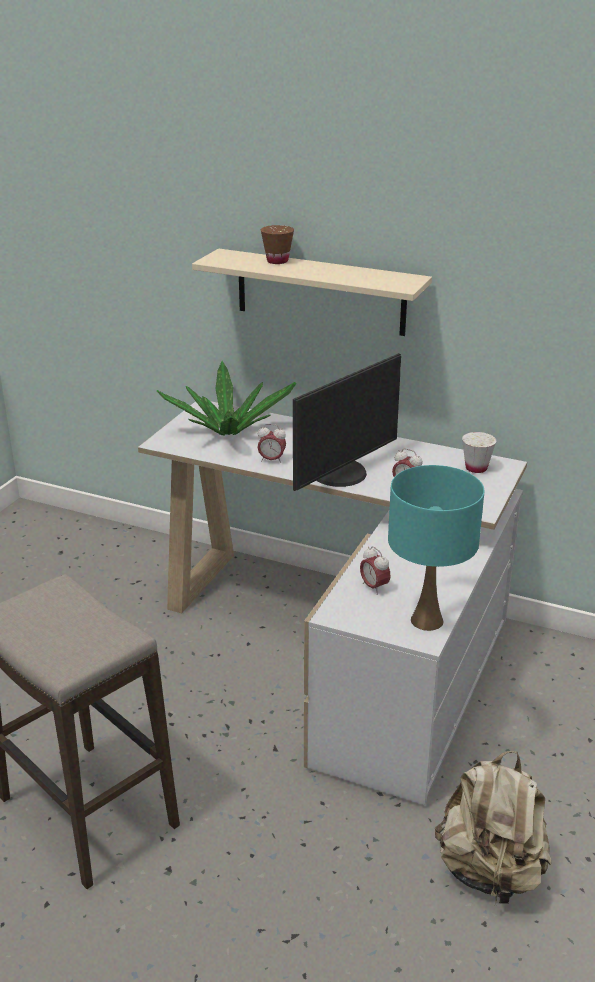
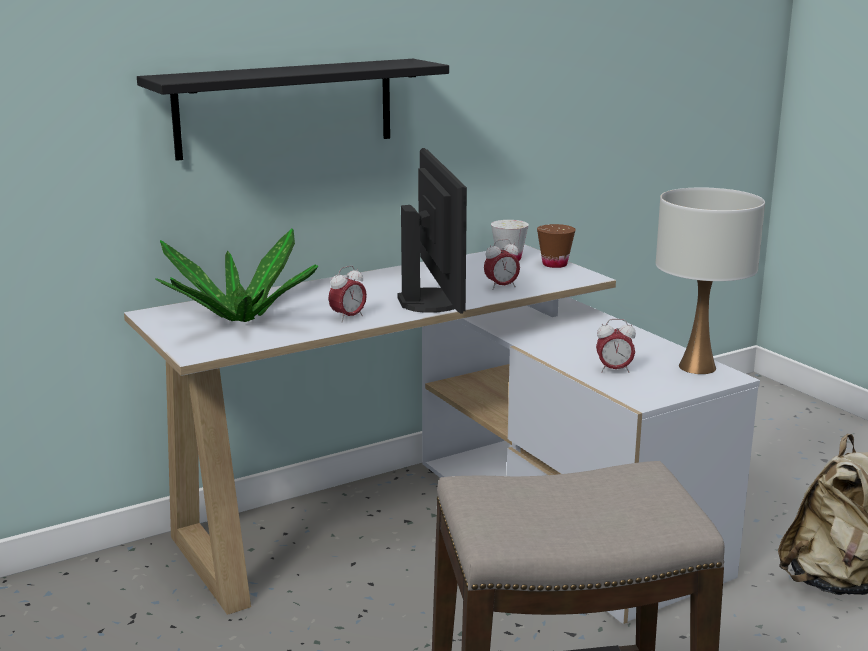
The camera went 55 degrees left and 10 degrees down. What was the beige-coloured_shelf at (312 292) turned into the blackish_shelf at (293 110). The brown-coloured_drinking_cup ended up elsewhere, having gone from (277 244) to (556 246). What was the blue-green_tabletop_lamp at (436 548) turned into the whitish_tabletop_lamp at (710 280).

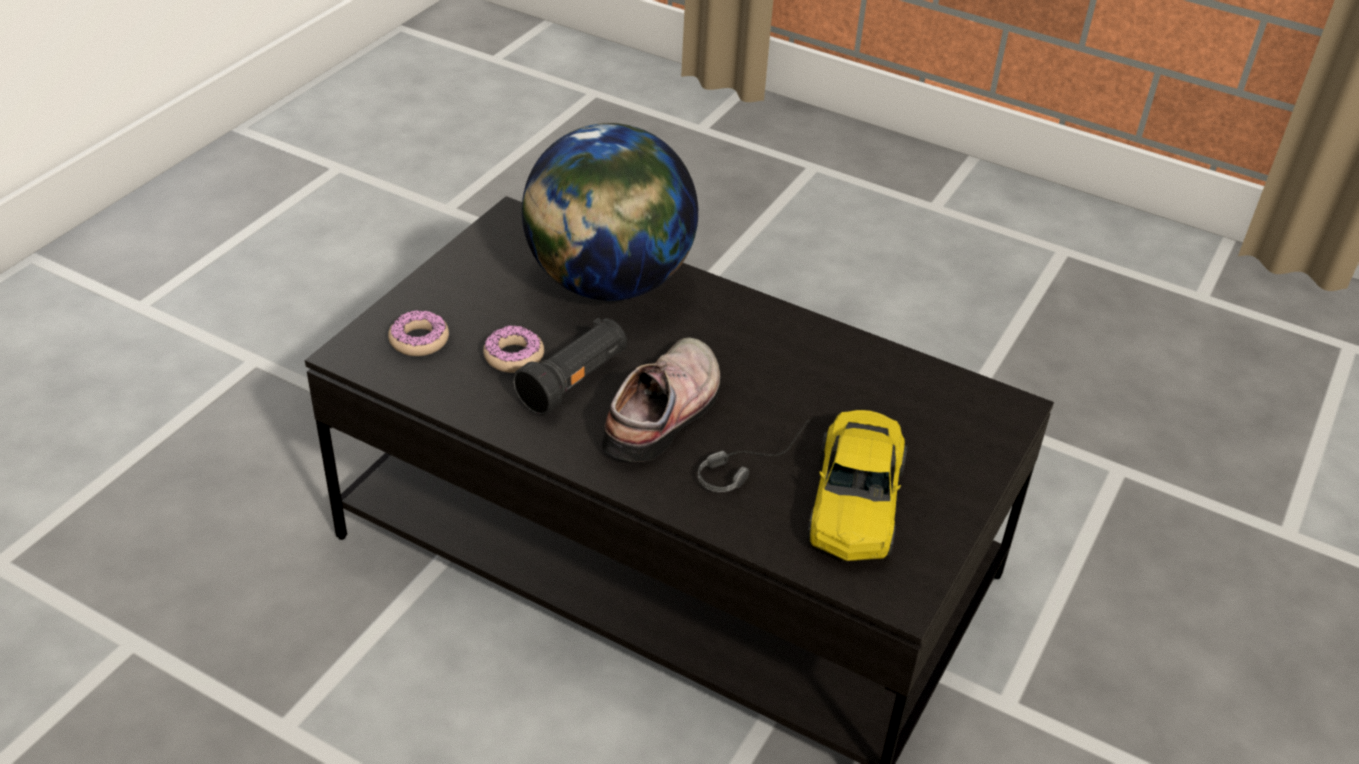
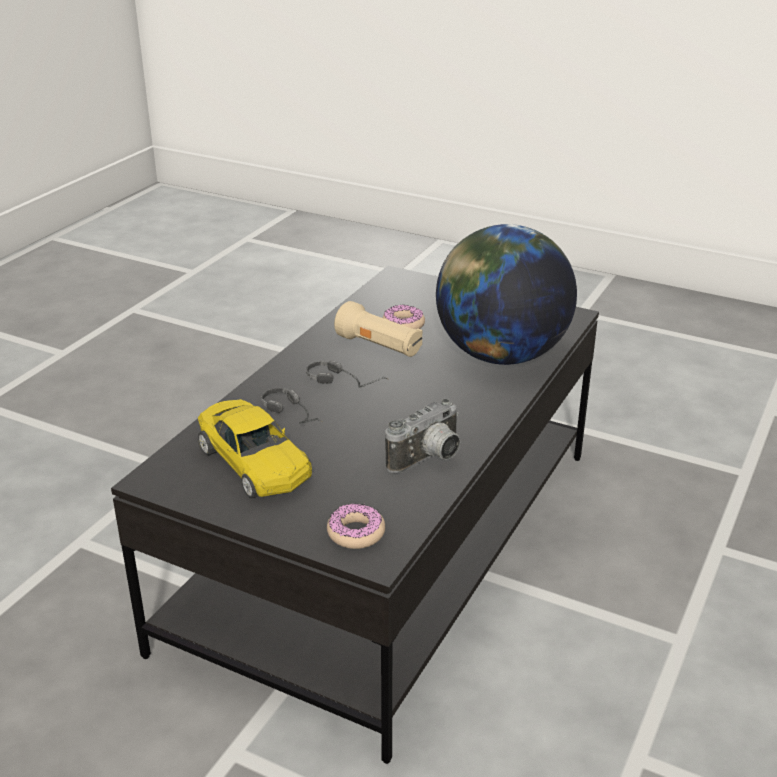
The camera went 90 degrees right and 10 degrees down. The doughnut ended up elsewhere, having gone from (418 333) to (356 526). What was the blackish_hand_torch at (570 366) turned into the beige-coloured_hand_torch at (378 329). Where the shoe stood at (661 399), the headset came to stand at (347 374). The yellowish_model_car at (857 485) ended up facing another way, 135 degrees counterclockwise from before. The second view gained the still_camera at (422 436).

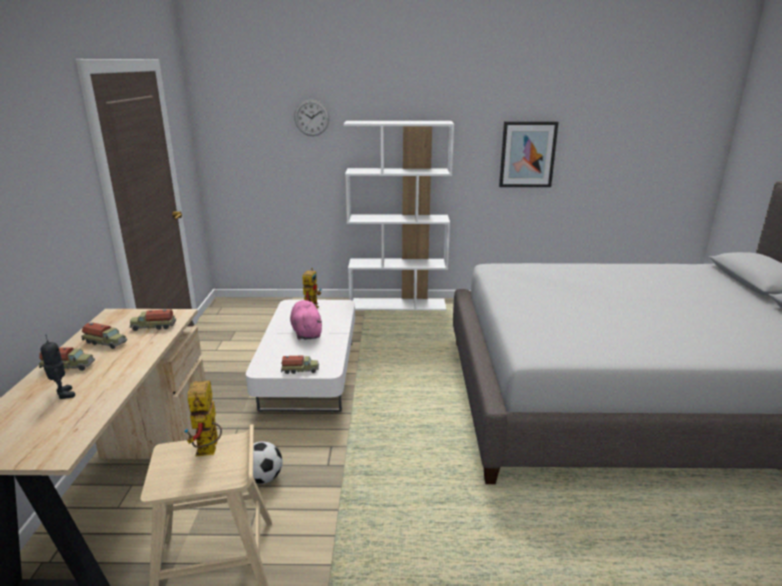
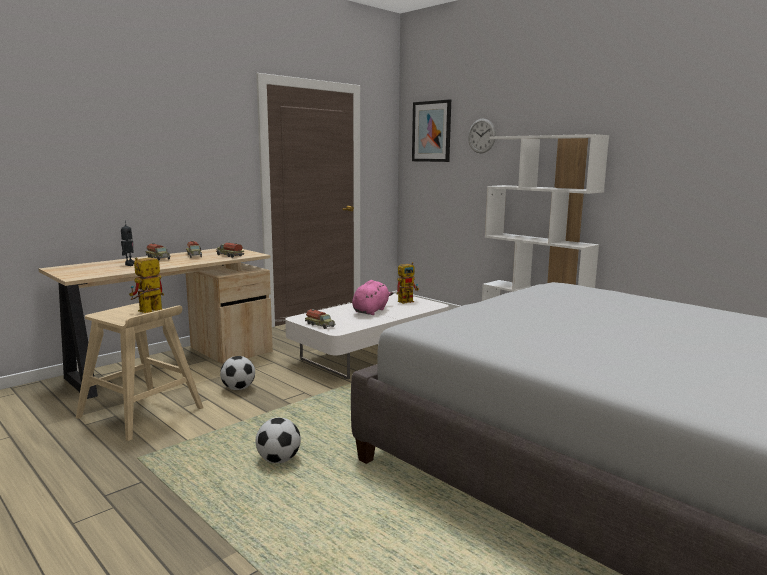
The camera went 45 degrees right and 10 degrees down. The wall_art ended up elsewhere, having gone from (529 154) to (431 130). The second view gained the ball_for_football at (278 440).

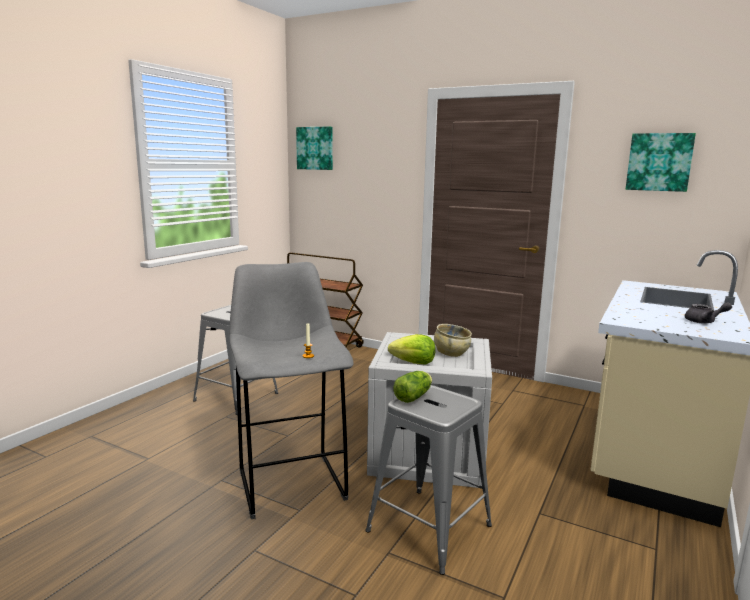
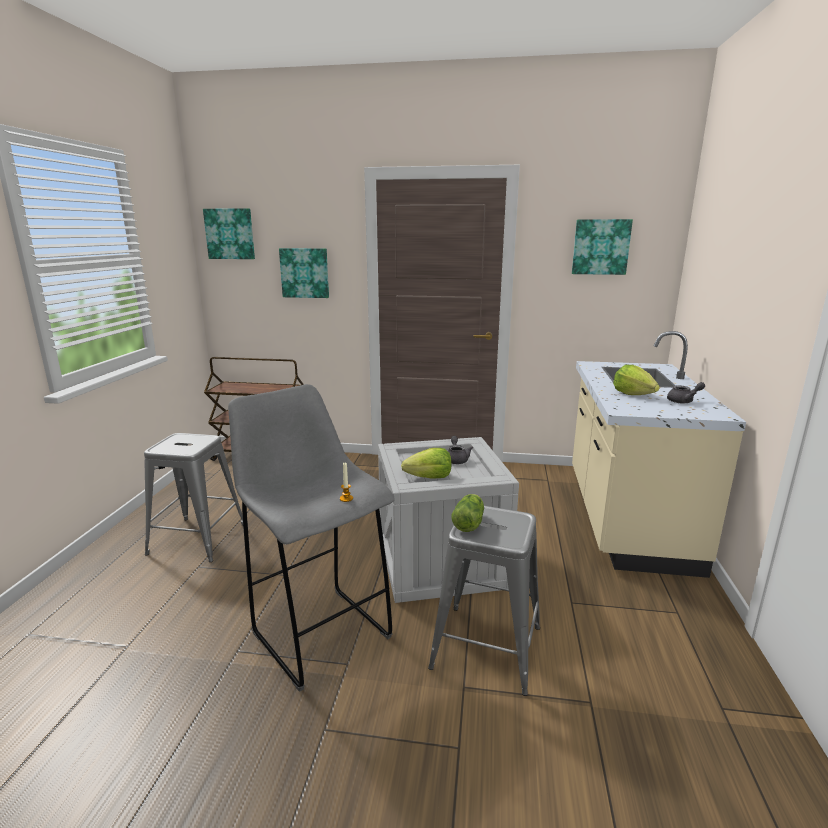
The camera went 20 degrees left and 5 degrees up. Where the beige-coloured_deep_dish stood at (453 340), the greyish_tea_pot came to stand at (460 450). The second view gained the wall_art at (304 273). The second view gained the lettuce at (636 380).

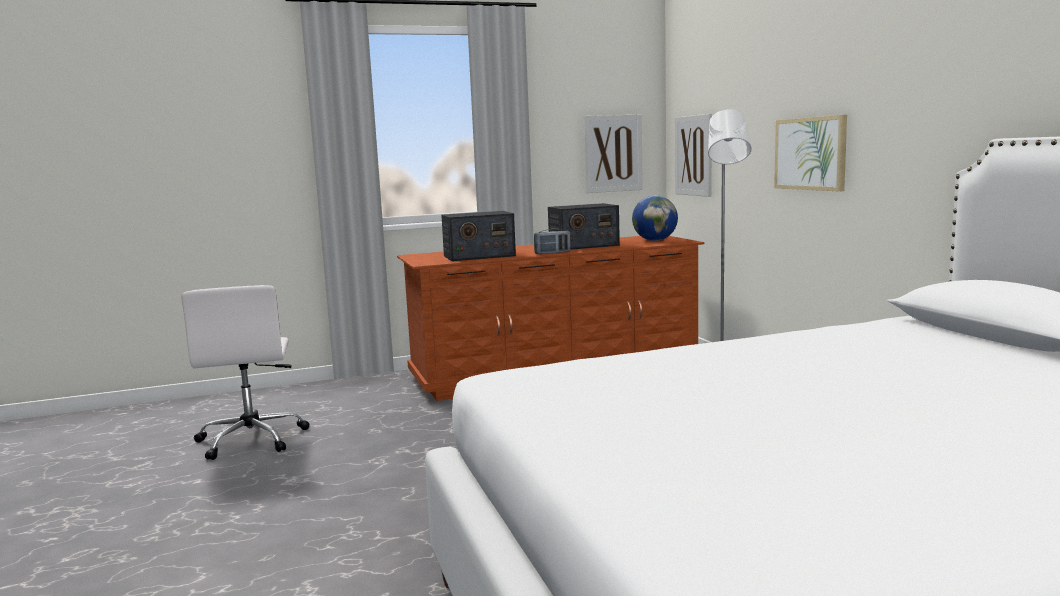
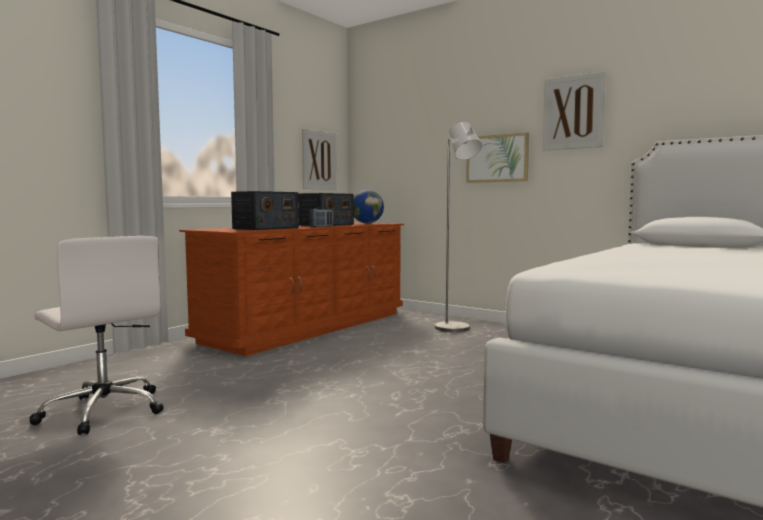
The camera went 35 degrees left and 5 degrees down. The wall_art ended up elsewhere, having gone from (693 155) to (574 110).

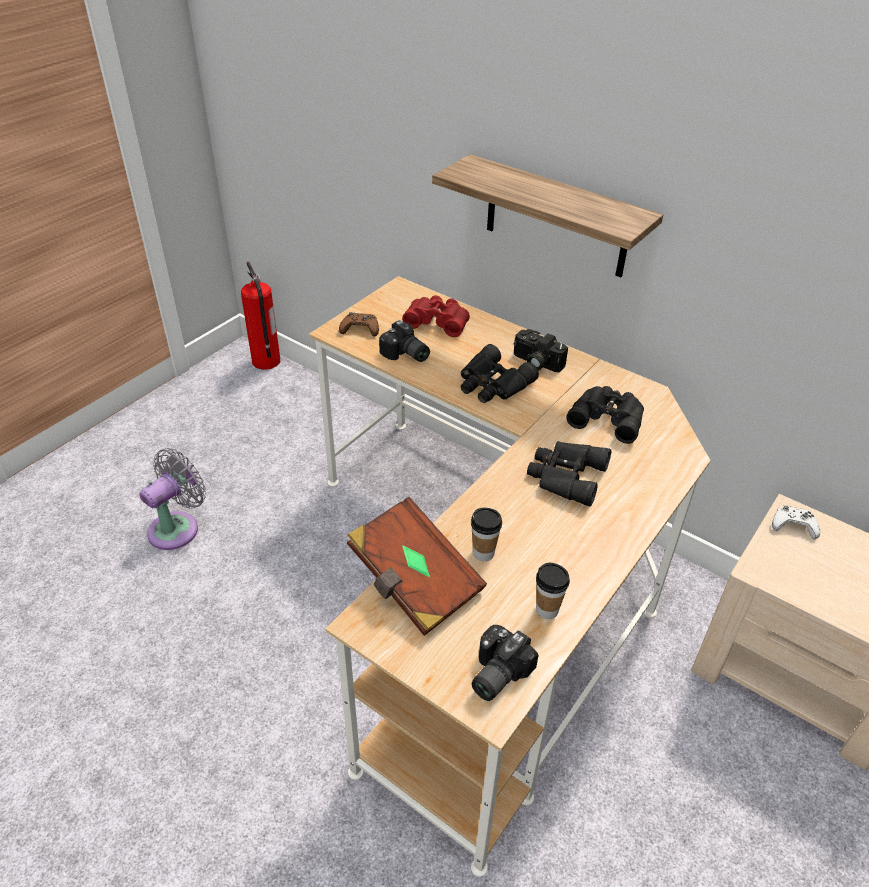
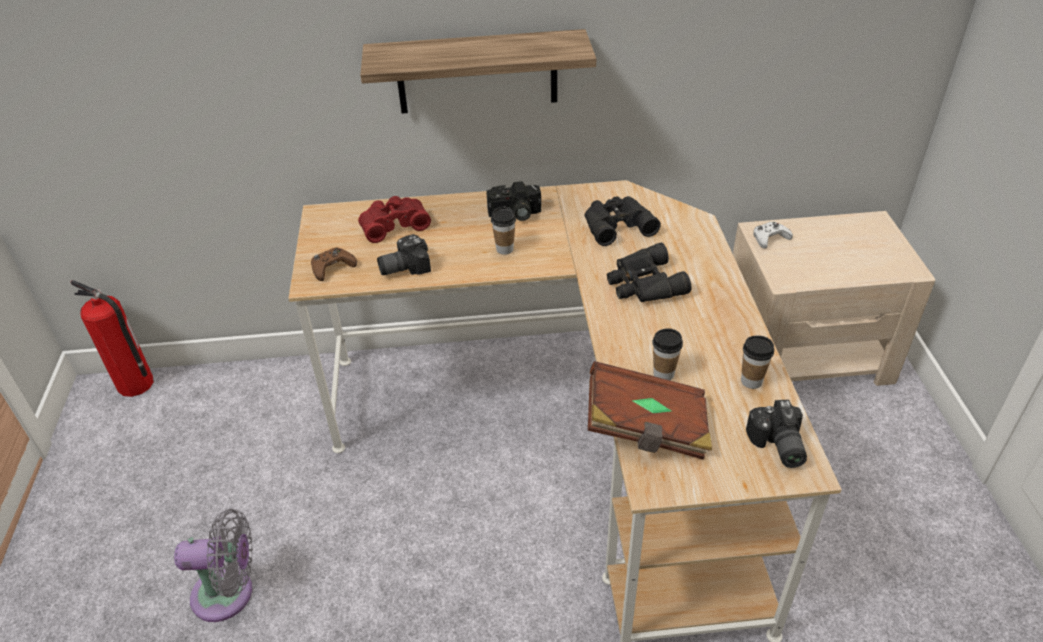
The camera went 40 degrees left and 0 degrees up. The greyish_electric_fan at (172 499) ended up facing another way, 90 degrees clockwise from before. The still_camera at (404 341) ended up facing another way, 150 degrees clockwise from before. Where the blackish_binoculars stood at (500 373), the drinking_cup came to stand at (503 231).

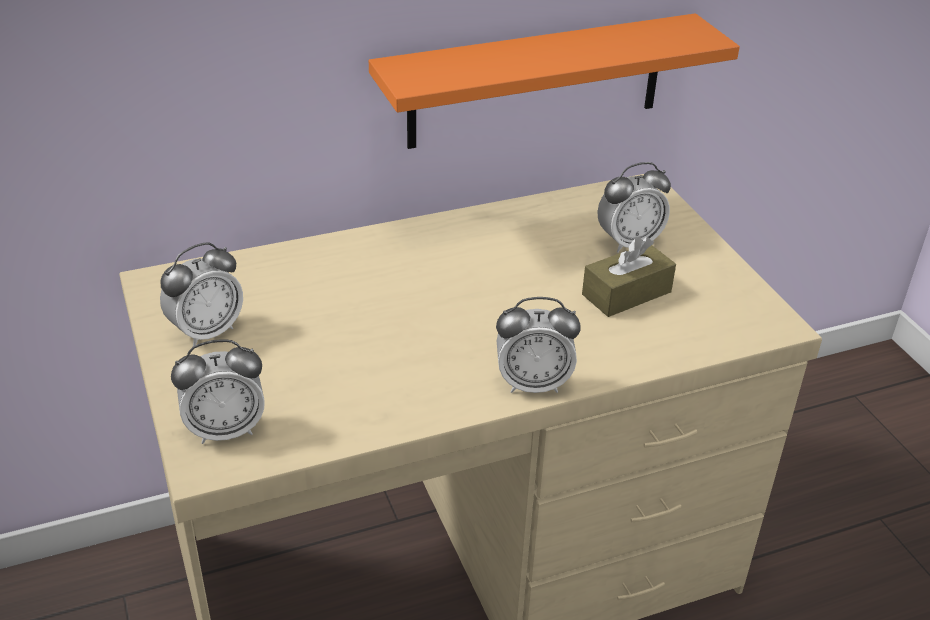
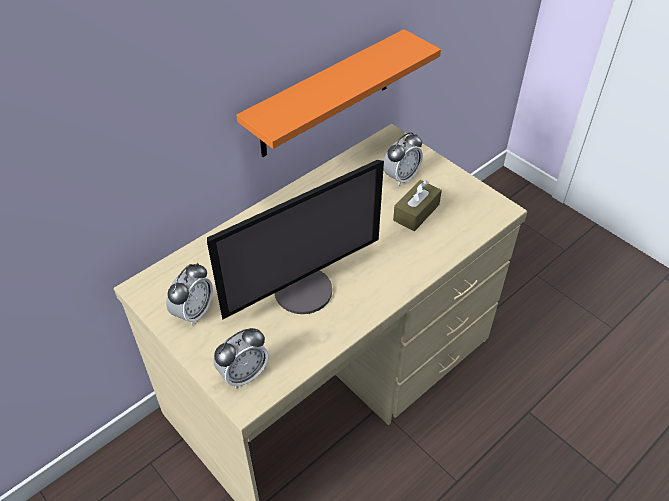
The camera went 20 degrees left and 10 degrees up. The second view lost the alarm_clock at (538 345). The second view gained the monitor at (295 240).

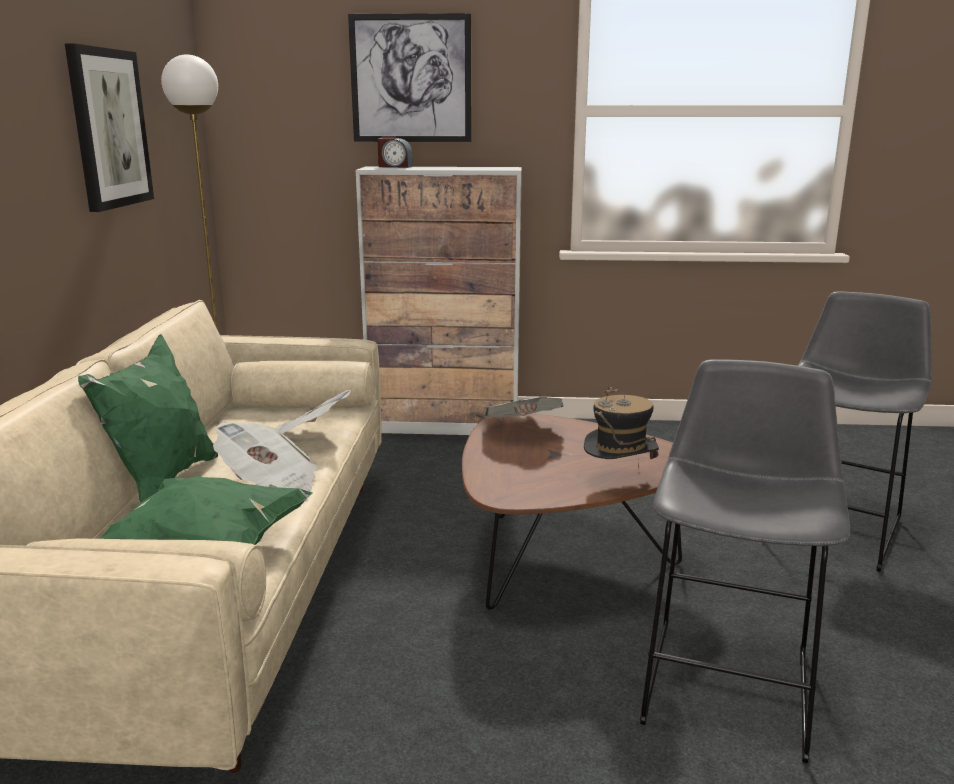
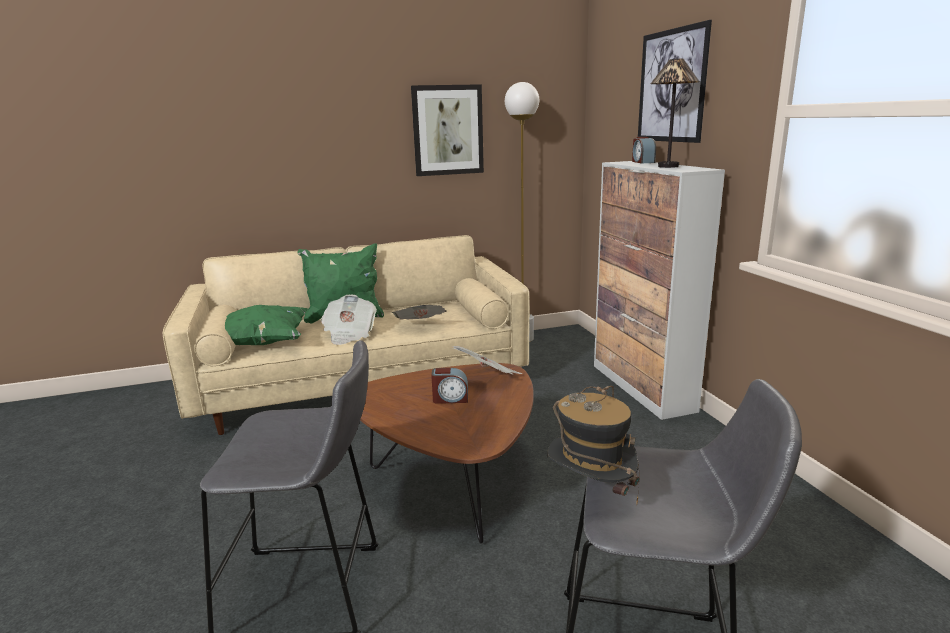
The camera went 70 degrees right and 0 degrees up. The clothing_hat ended up elsewhere, having gone from (621 428) to (593 445). The second view gained the alarm_clock at (449 386). The second view gained the tabletop_lamp at (675 113).

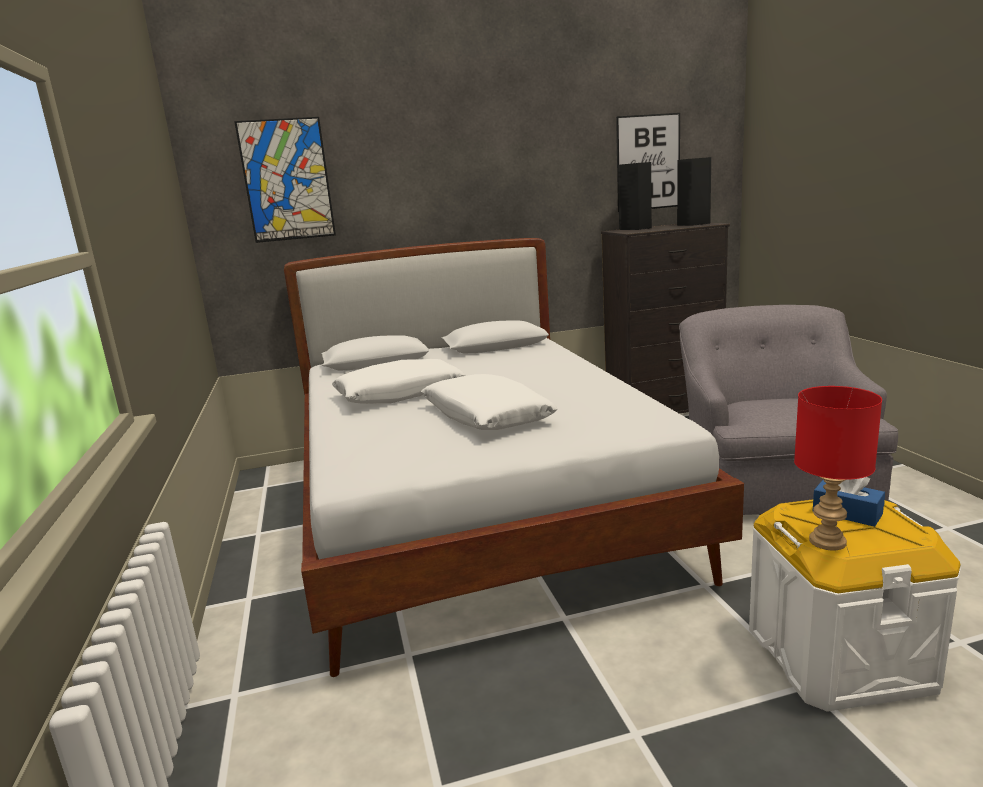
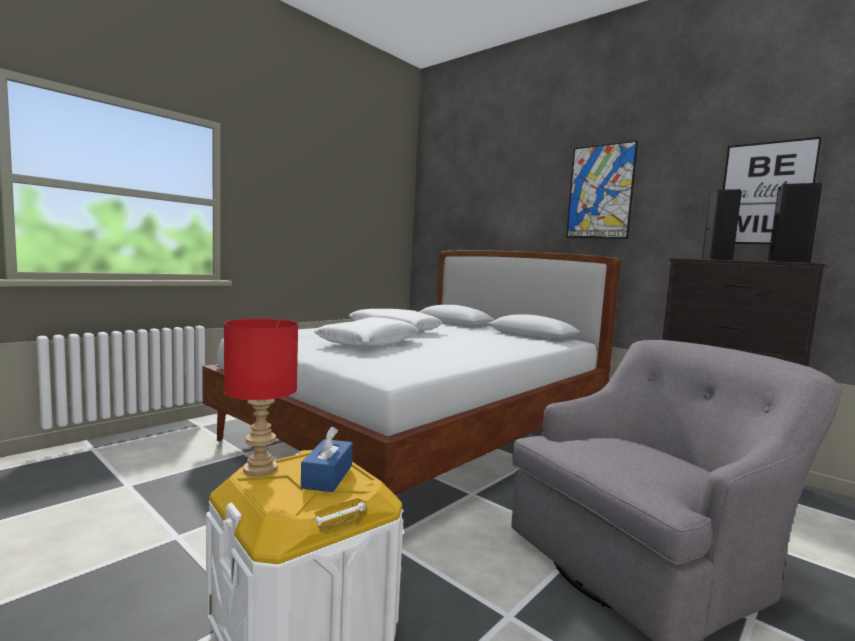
The camera went 55 degrees right and 10 degrees down. The wall_art ended up elsewhere, having gone from (285 180) to (602 189).

